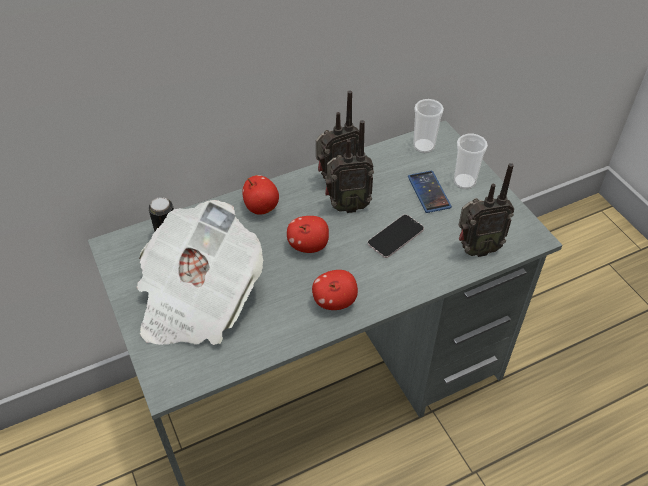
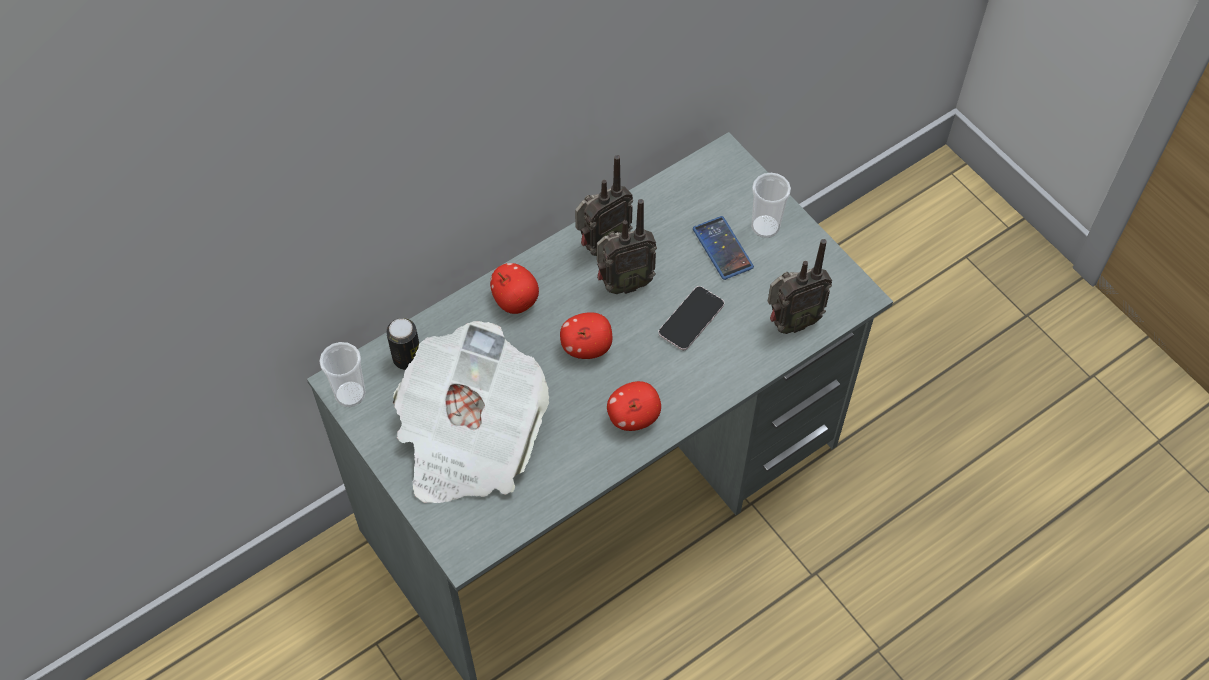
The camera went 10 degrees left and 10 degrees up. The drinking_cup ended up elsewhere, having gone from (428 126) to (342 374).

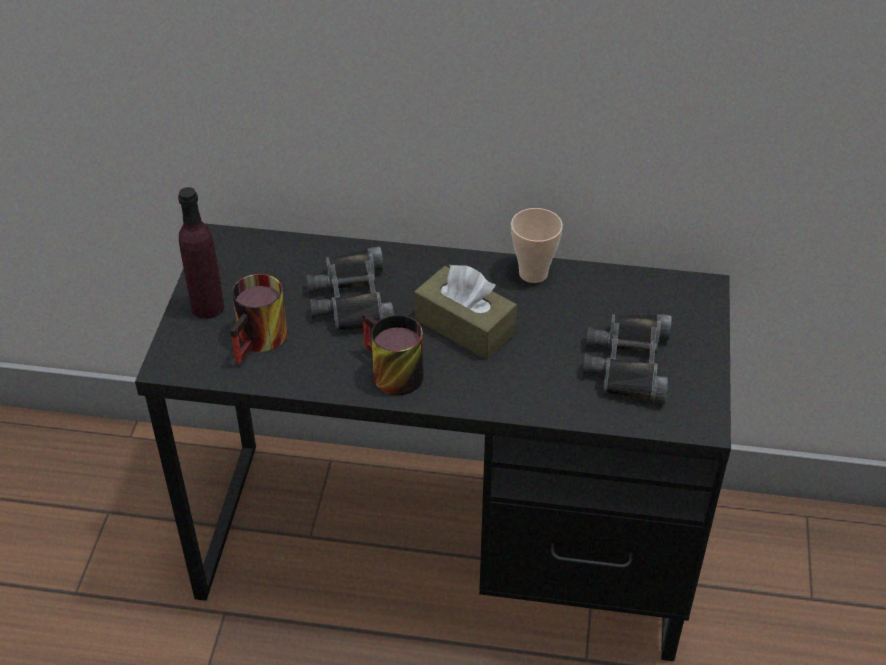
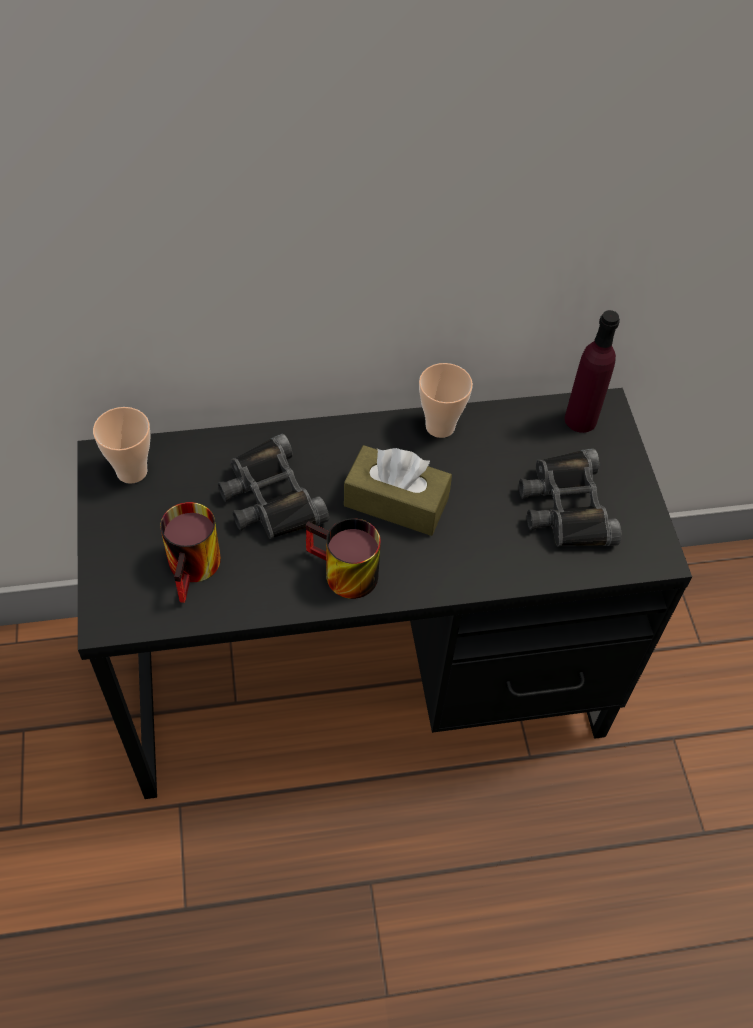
The camera went 20 degrees left and 10 degrees up. The purple_drink_bottle ended up elsewhere, having gone from (201 253) to (592 371). The second view gained the drinking_cup at (122 445).

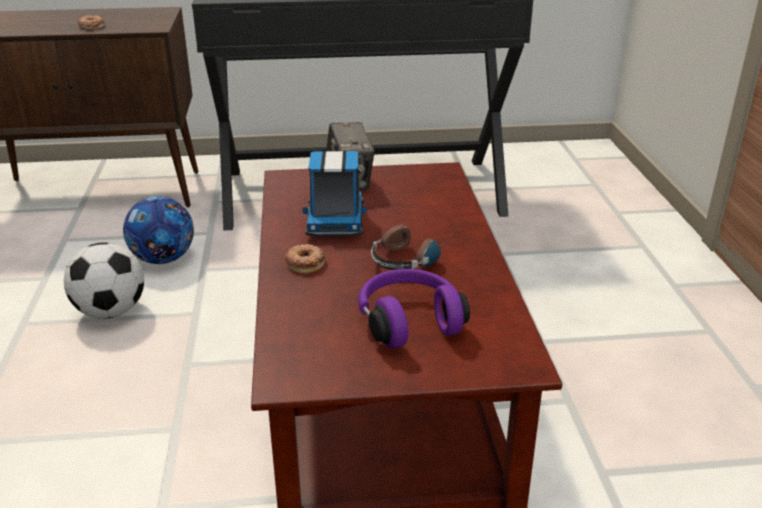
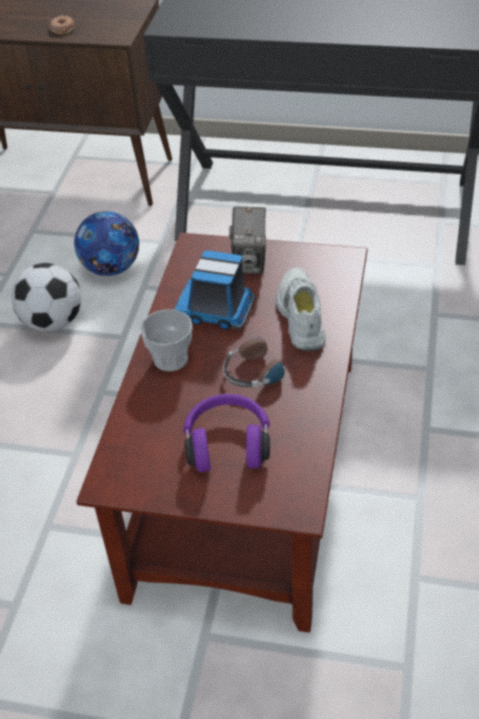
The camera went 20 degrees right and 15 degrees up. Where the doughnut stood at (305 259), the drinking_cup came to stand at (166 340). The toy_lorry at (334 193) ended up facing another way, 90 degrees clockwise from before. The second view gained the whitish_shoe at (301 309).

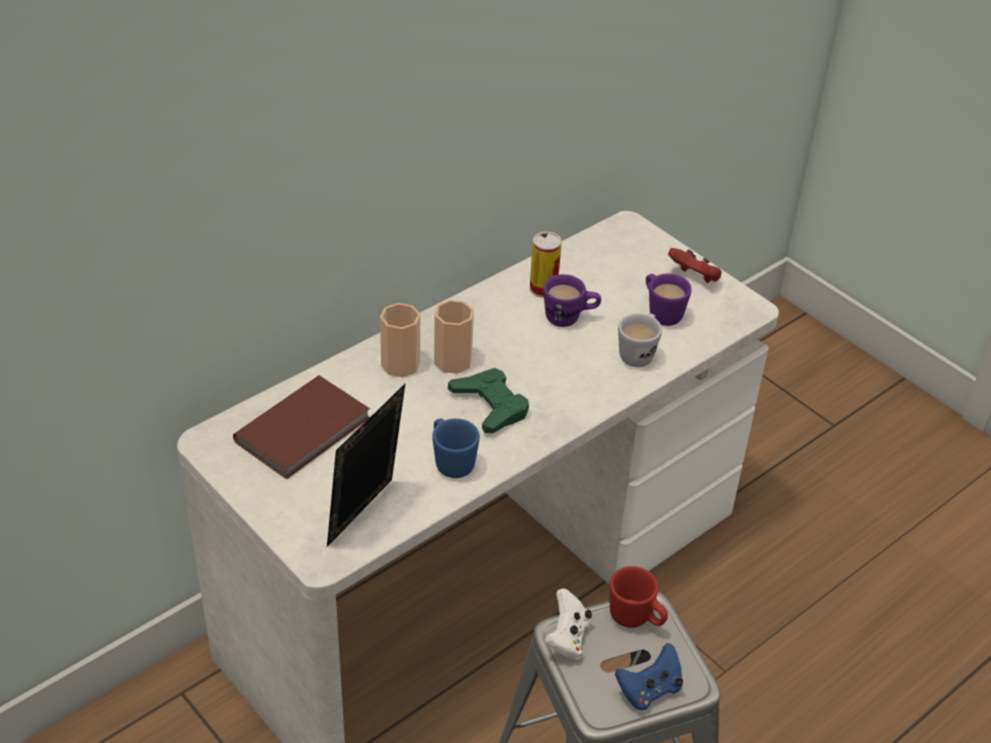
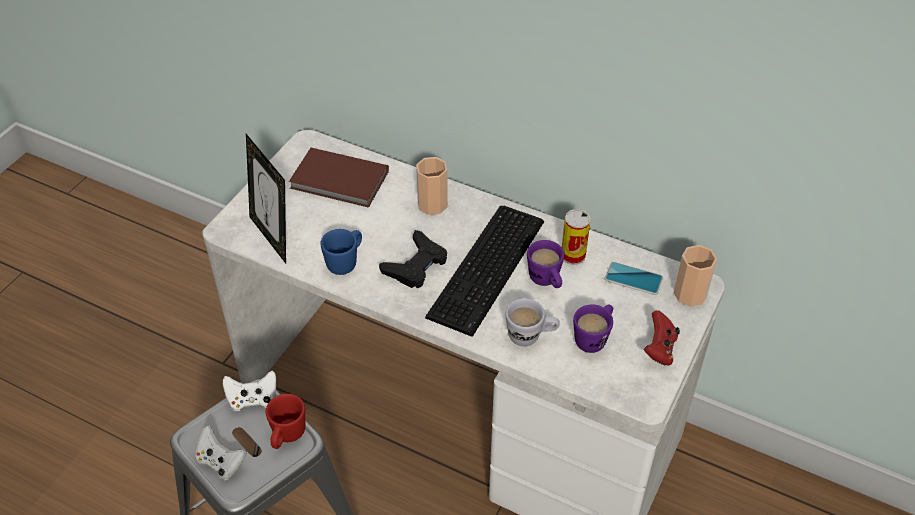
The camera went 70 degrees right and 5 degrees up. The standing_frame at (366 465) ended up facing another way, 135 degrees counterclockwise from before. The drinking_cup ended up elsewhere, having gone from (454 337) to (695 276). What was the green_joypad at (488 400) turned into the blackish_joypad at (413 259). What was the bluish_joypad at (649 677) turned into the whitish_joypad at (221 453). The second view gained the computer_keyboard at (484 271). The second view gained the telephone at (634 278).

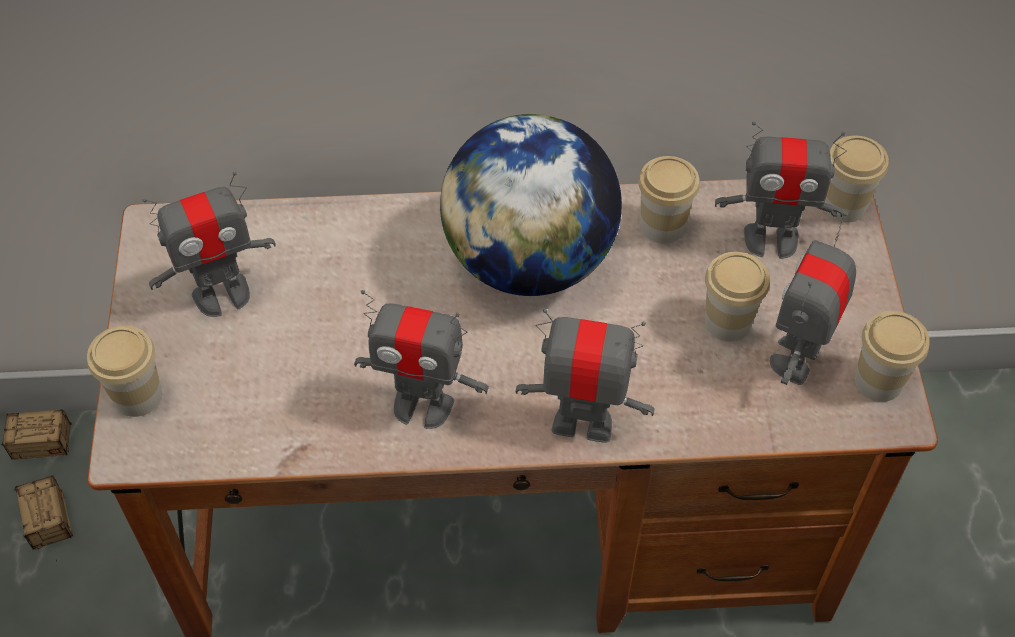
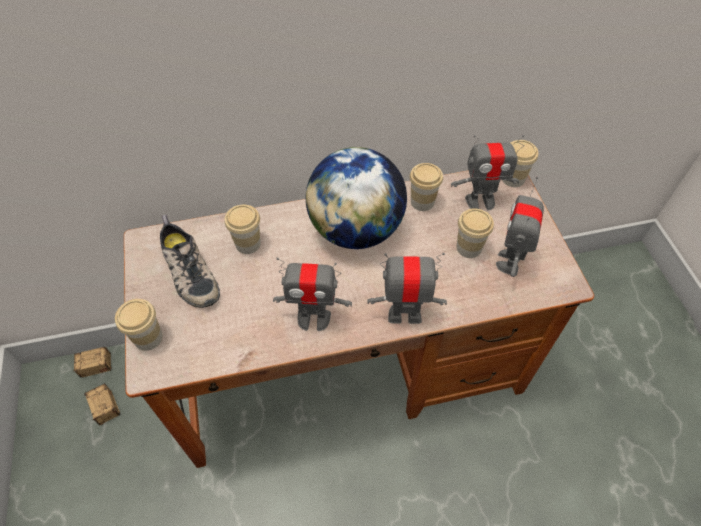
The camera went 10 degrees left and 0 degrees up. Where the robot_figure stood at (209 244), the shoe came to stand at (190 261). The drinking_cup ended up elsewhere, having gone from (892 356) to (243 229).

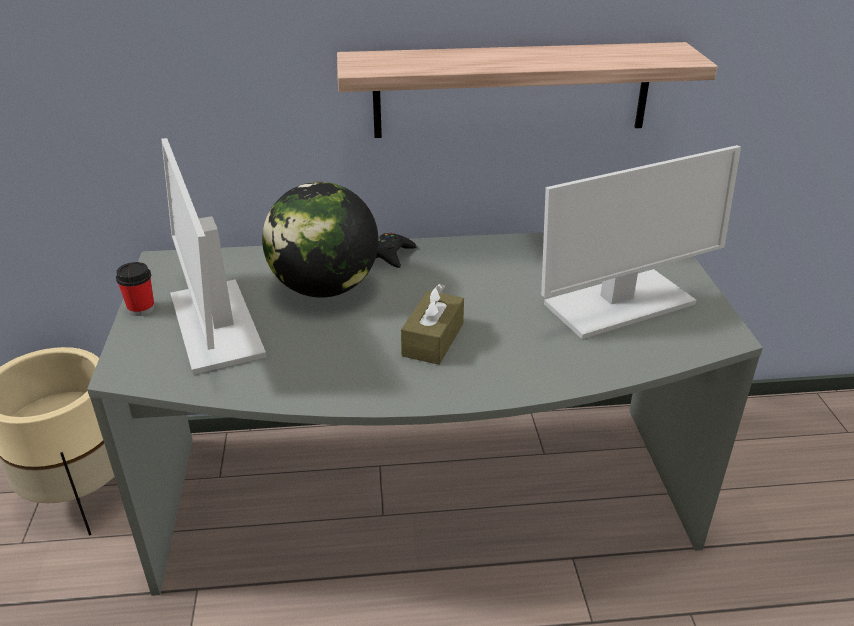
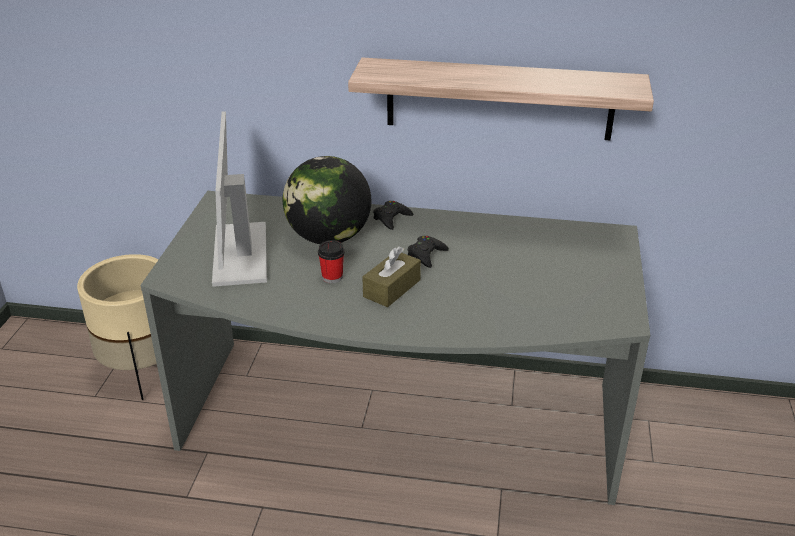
The camera went 15 degrees right and 0 degrees up. The drinking_cup ended up elsewhere, having gone from (135 289) to (331 261). The second view lost the monitor at (641 242). The second view gained the blackish_joypad at (428 252).

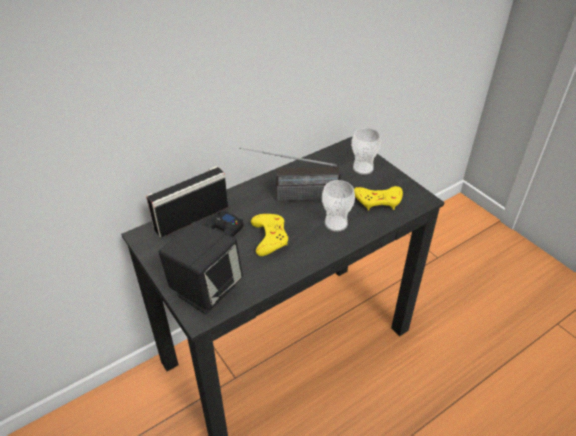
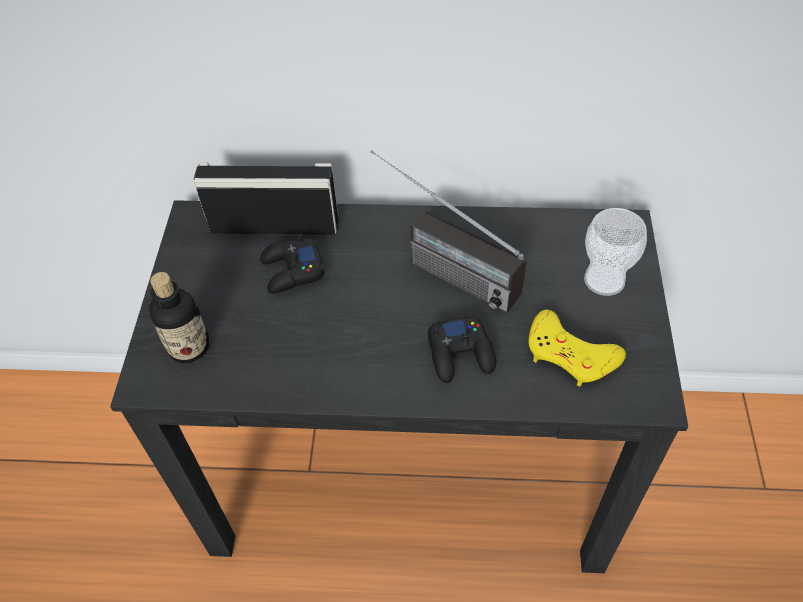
The camera went 40 degrees right and 10 degrees up. Where the blackish_loudspeaker stood at (201 268), the drink_bottle came to stand at (179 317). The second view lost the yellowish_joypad at (269 235). Where the drinking_cup stood at (338 206), the blackish_joypad came to stand at (462 348).

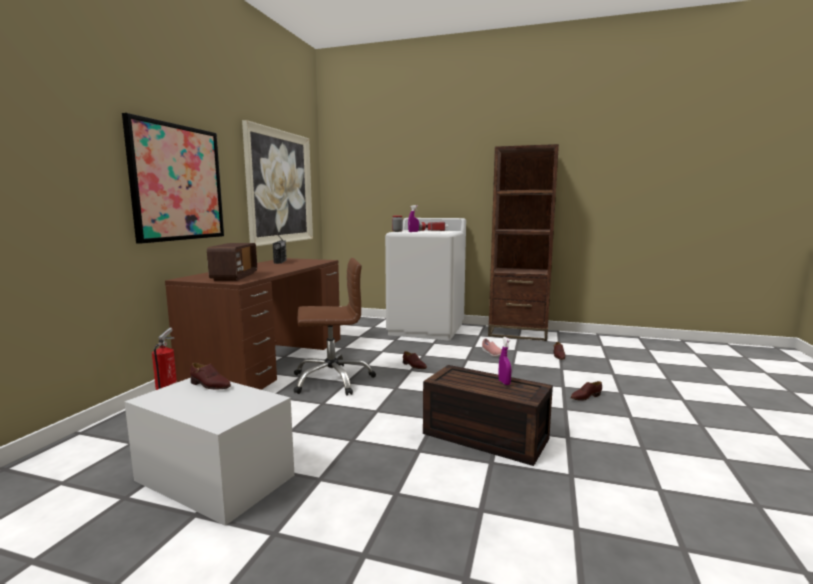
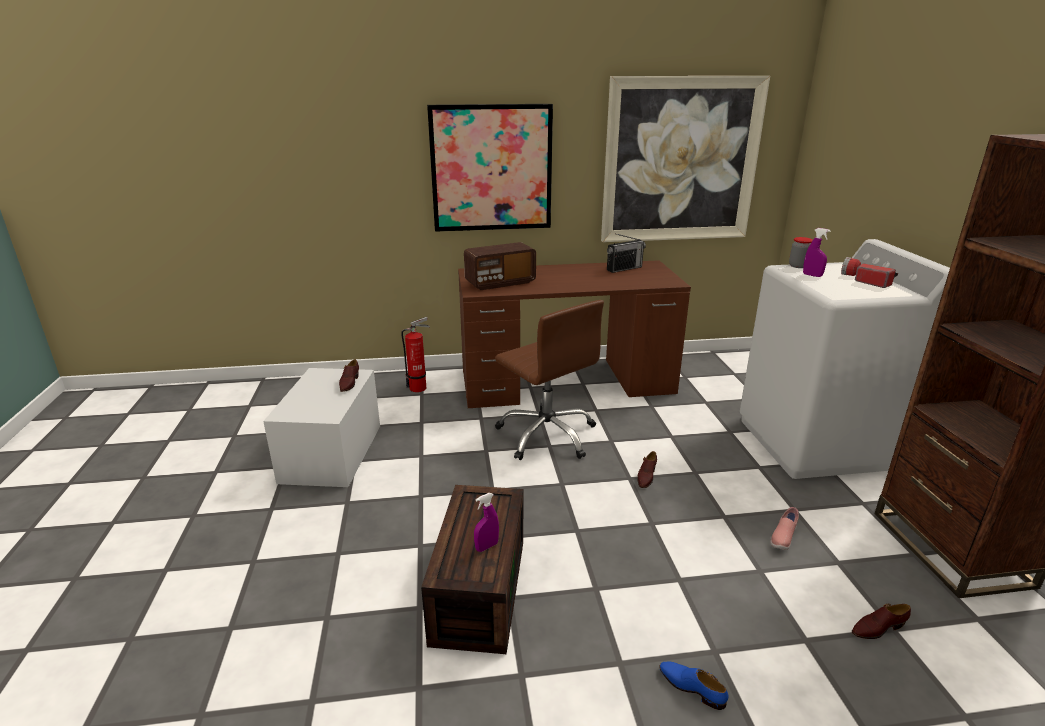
The camera went 65 degrees right and 15 degrees up. What was the brown-coloured_shoe at (586 391) turned into the bluish_shoe at (693 686).

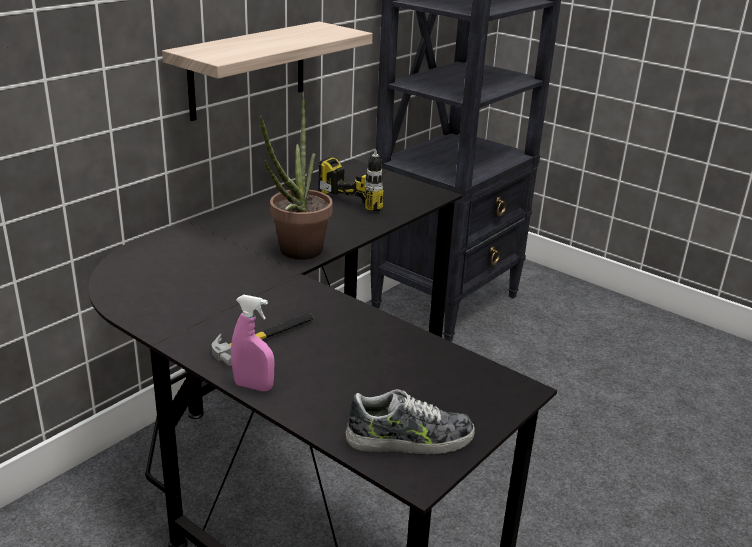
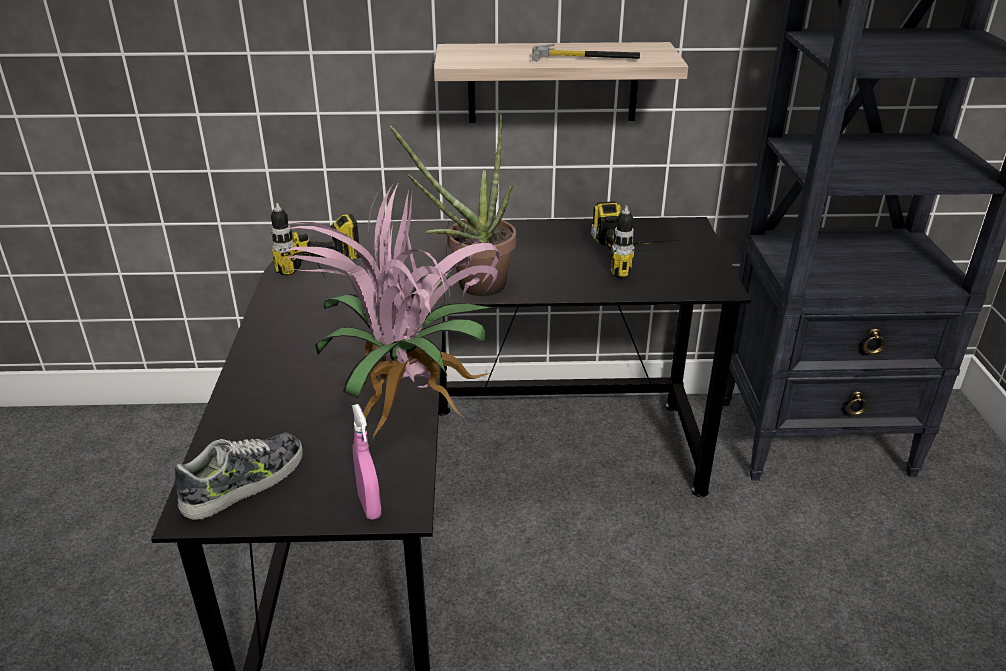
The camera went 50 degrees right and 5 degrees up. The hand_hammer ended up elsewhere, having gone from (263 339) to (586 53). The pink-coloured_spray_bottle ended up elsewhere, having gone from (252 343) to (366 462). The shoe at (410 421) ended up facing another way, 90 degrees counterclockwise from before. The second view gained the electric_drill at (316 240). The second view gained the plant_in_a_pot at (389 310).

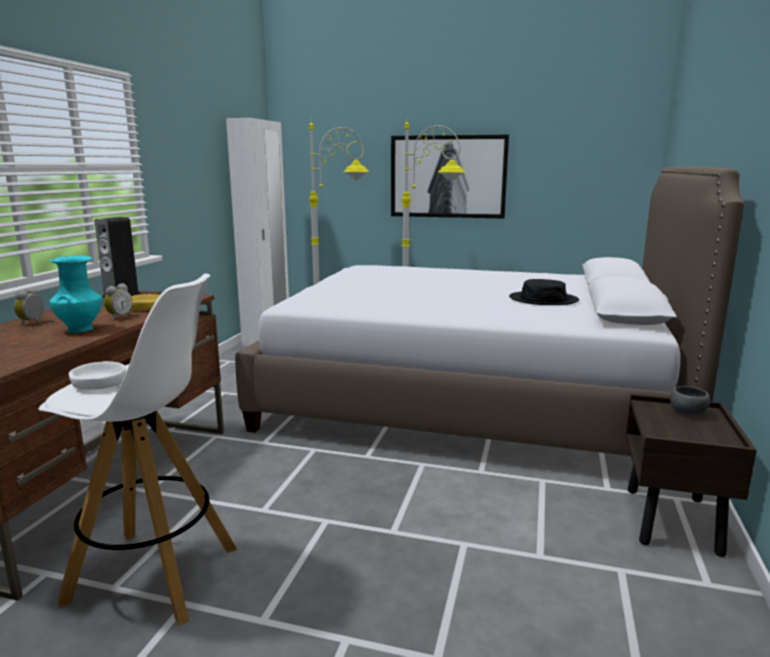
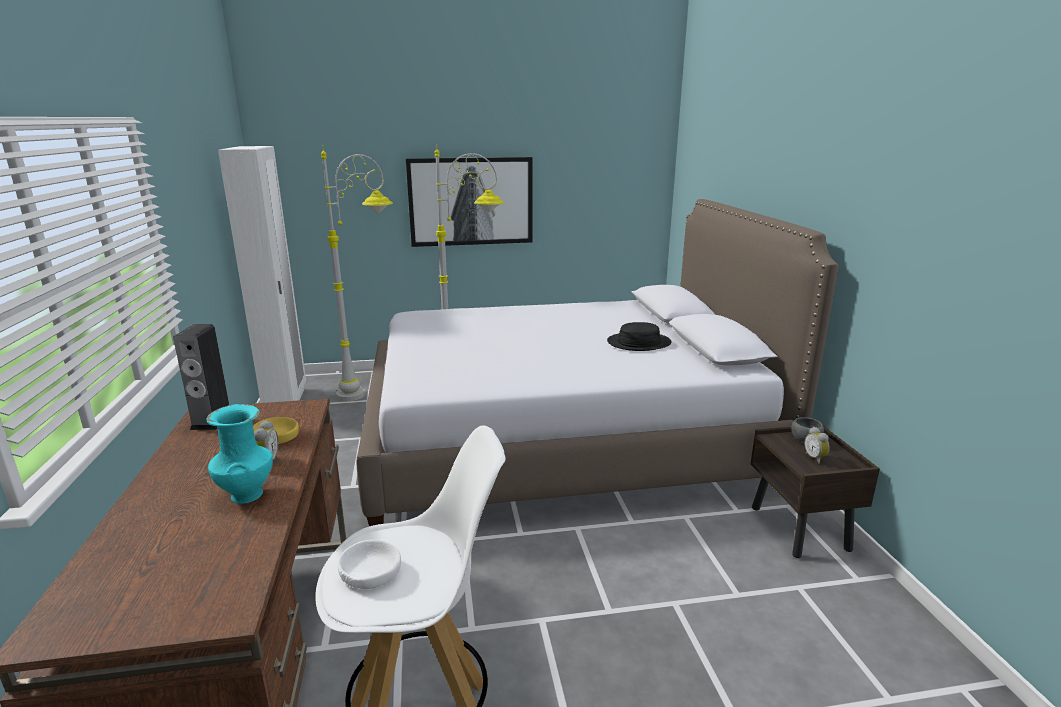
The camera went 25 degrees left and 5 degrees up. The alarm_clock ended up elsewhere, having gone from (29 306) to (817 445).

